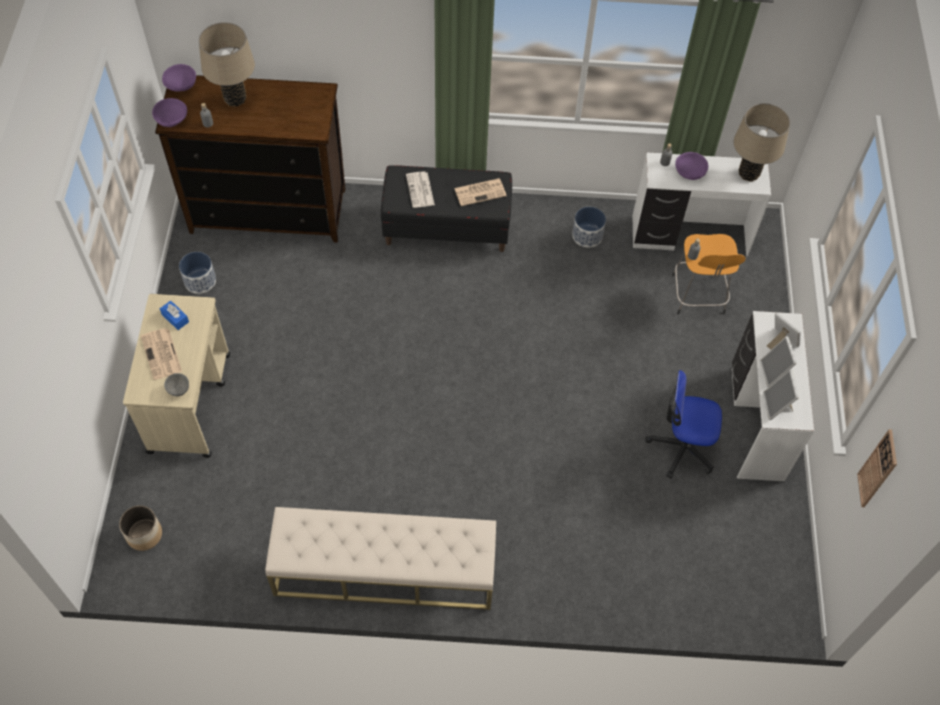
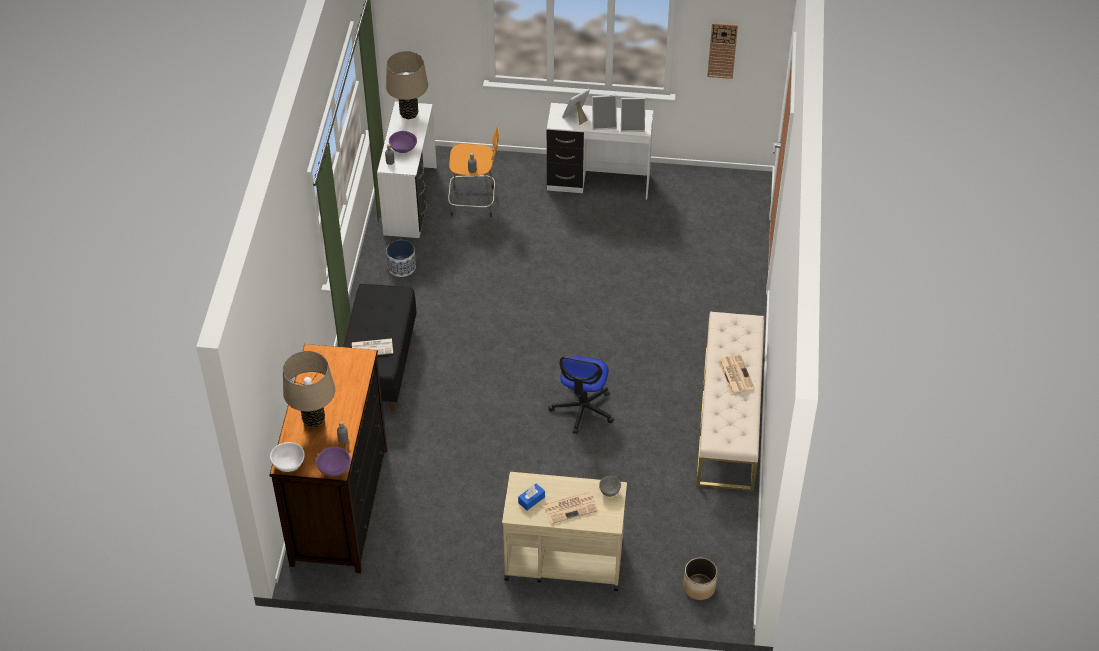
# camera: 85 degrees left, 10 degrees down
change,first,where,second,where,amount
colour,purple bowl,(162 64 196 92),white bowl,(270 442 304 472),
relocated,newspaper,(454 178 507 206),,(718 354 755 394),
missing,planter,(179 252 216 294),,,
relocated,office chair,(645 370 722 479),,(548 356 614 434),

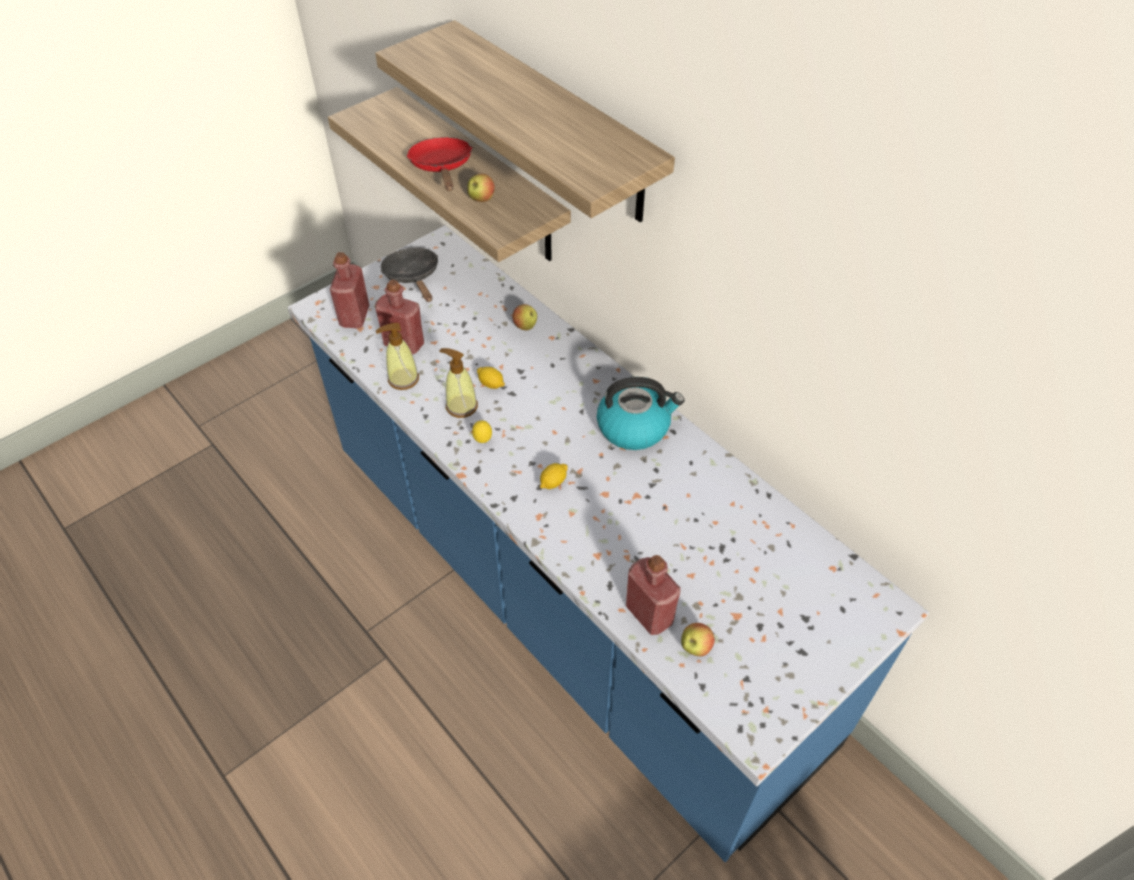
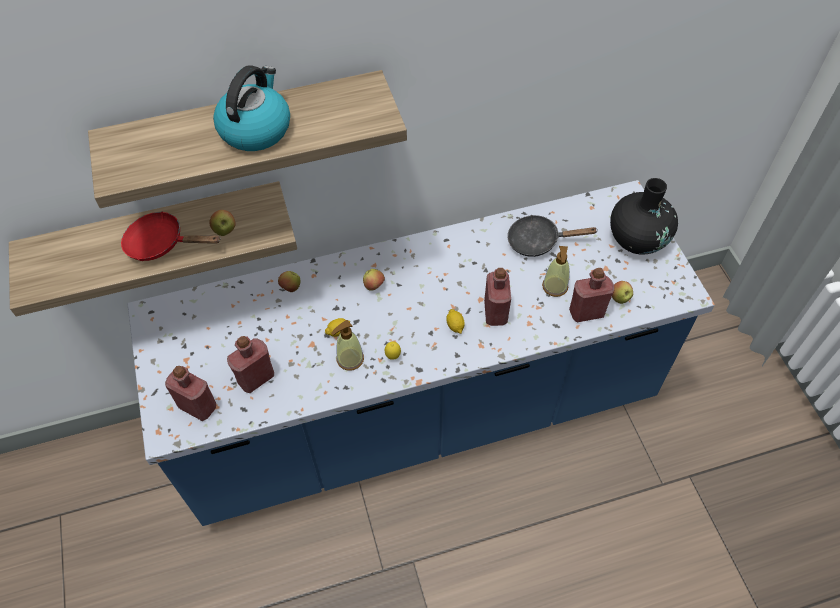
# camera: 65 degrees left, 5 degrees up
change,first,where,second,where,amount
relocated,black frying pan,(380 248 438 302),,(507 215 597 257),
relocated,soap dispenser,(376 323 419 390),,(542 246 570 297),
relocated,kettle,(597 377 684 450),,(213 65 290 151),
appeared,,,black vase,(610 178 678 254),
appeared,,,red bottle,(484 268 511 326),
appeared,,,apple,(363 269 385 291),

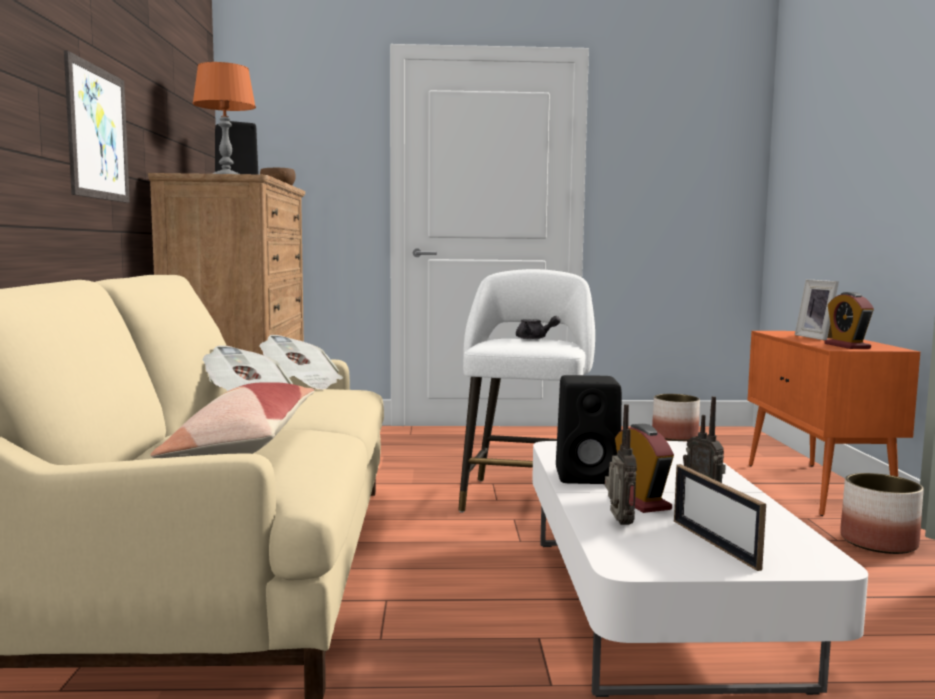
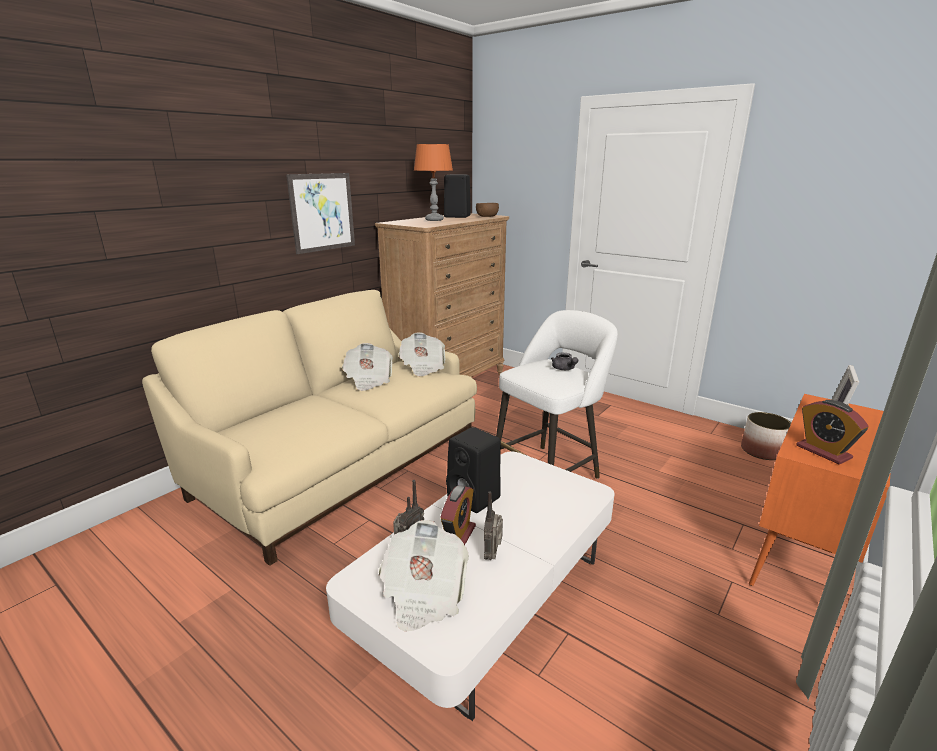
# camera: 40 degrees right, 15 degrees up
change,first,where,second,where,amount
spun,alarm clock,(824 292 874 349),,(796 400 869 464),60 degrees counterclockwise
missing,pillow,(150 382 315 458),,,
exchanged,picture frame,(674 464 766 571),newspaper,(379 520 469 632),
missing,planter,(840 473 924 554),,,

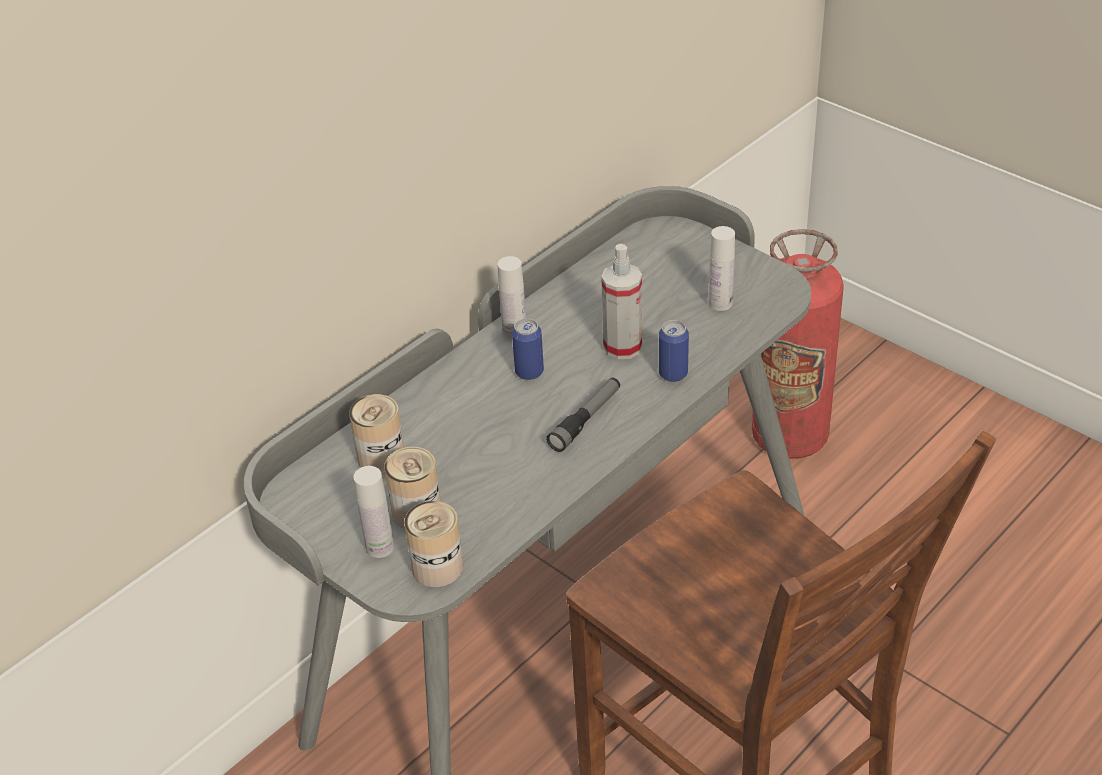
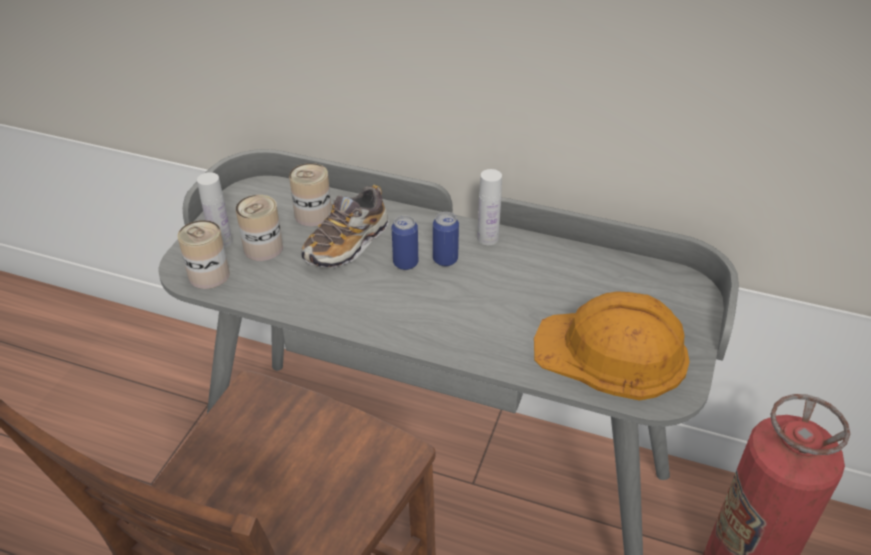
# camera: 65 degrees right, 0 degrees up
change,first,where,second,where,amount
exchanged,white bottle,(708 226 735 311),orange hard hat,(534 291 690 401),
missing,spray bottle,(601 244 642 359),,,
relocated,can,(659 320 689 382),,(392 215 418 270),
missing,flashlight,(546 378 620 452),,,
appeared,,,shoe,(301 185 389 267),

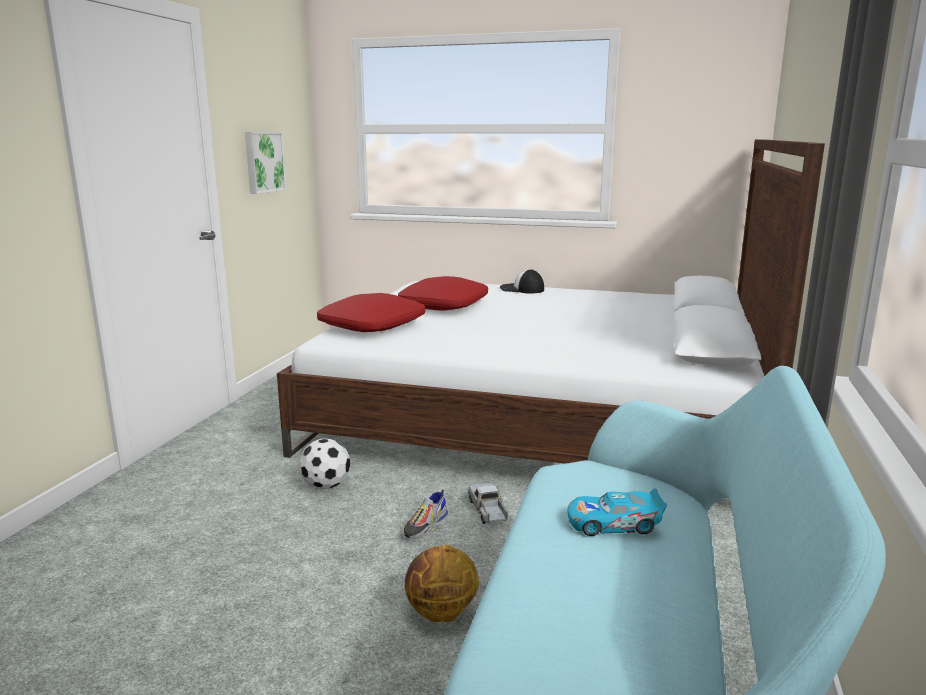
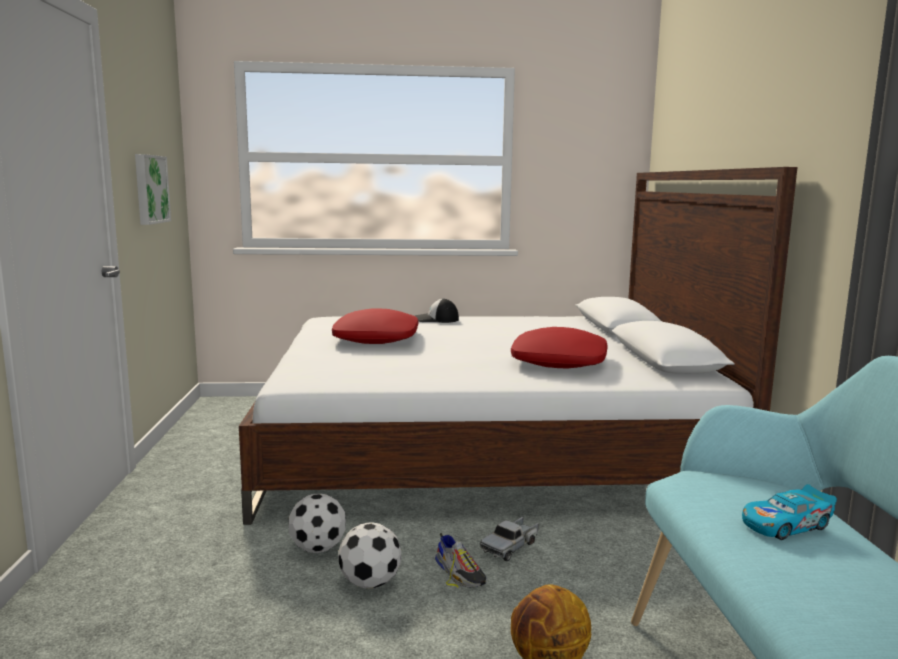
# camera: 20 degrees left, 5 degrees down
change,first,where,second,where,amount
relocated,red pillow,(317 293 425 332),,(511 327 608 369),
spun,toy truck,(468 483 508 524),,(480 517 539 561),105 degrees counterclockwise
spun,shoe,(403 490 448 539),,(435 533 487 588),45 degrees counterclockwise
appeared,,,football,(338 522 401 588),

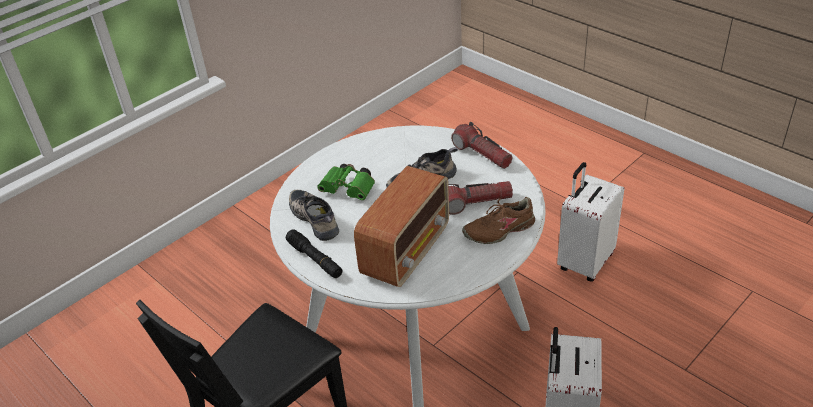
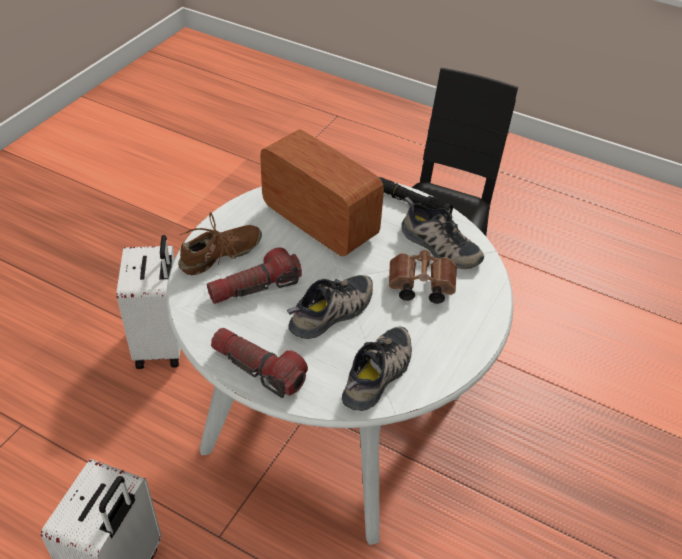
# camera: 160 degrees right, 5 degrees up
change,first,where,second,where,amount
colour,green binoculars,(317 164 375 200),brown binoculars,(389 249 457 304),
spun,radio,(354 166 449 287),,(260 130 384 256),120 degrees clockwise
appeared,,,shoe,(342 326 412 411),

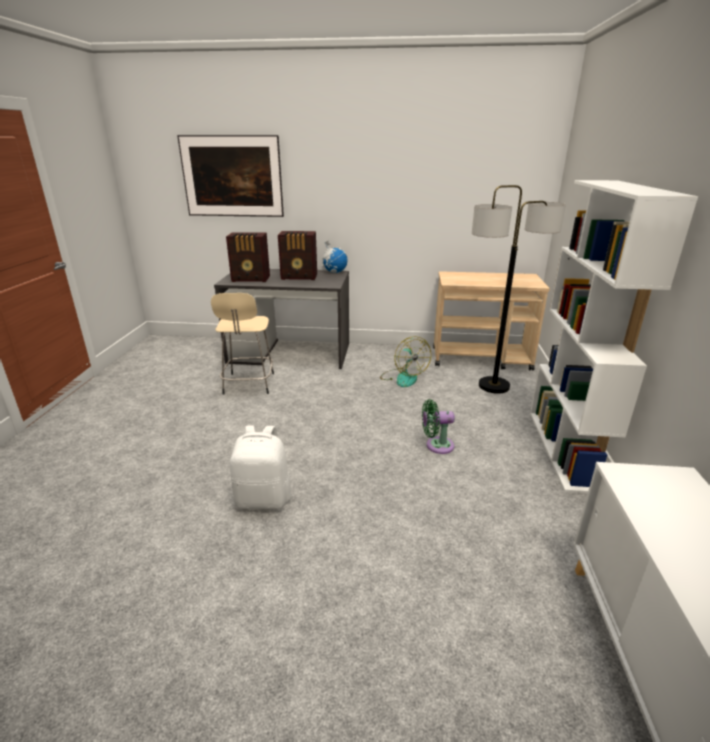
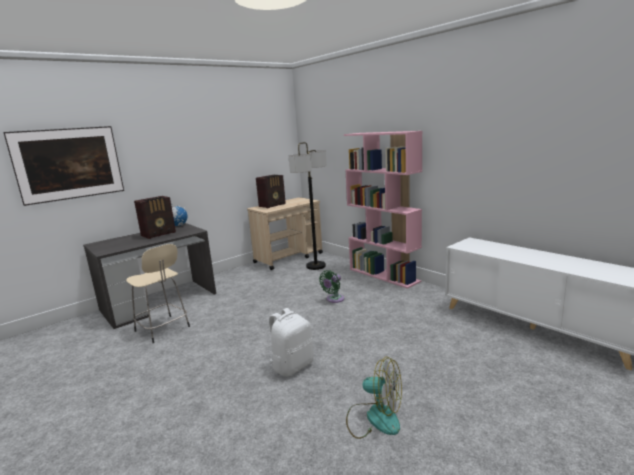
# camera: 45 degrees left, 10 degrees down
change,first,where,second,where,amount
colour,white bookcase,(530 180 698 493),pink bookcase,(344 131 422 289),
relocated,radio,(226 232 270 282),,(256 175 286 208),
relocated,fan,(380 336 431 387),,(346 357 402 439),

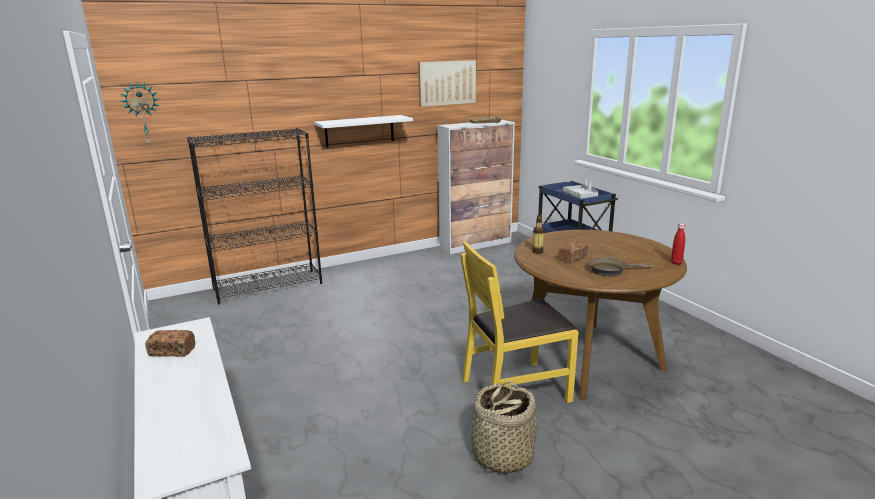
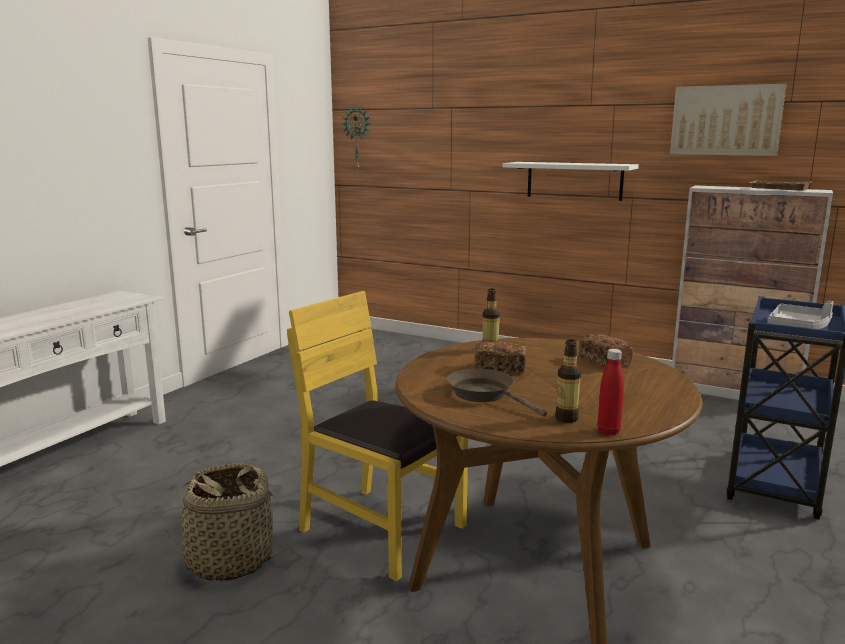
# camera: 55 degrees right, 5 degrees down
change,first,where,second,where,amount
missing,black bookcase,(187 128 322 305),,,
relocated,bread,(145 330 196 357),,(579 334 633 368),
appeared,,,bottle,(555 339 581 423),

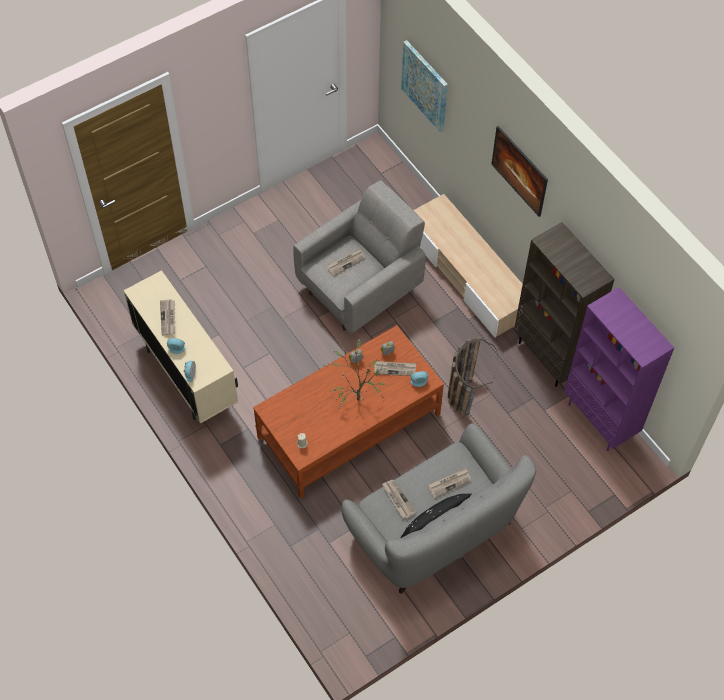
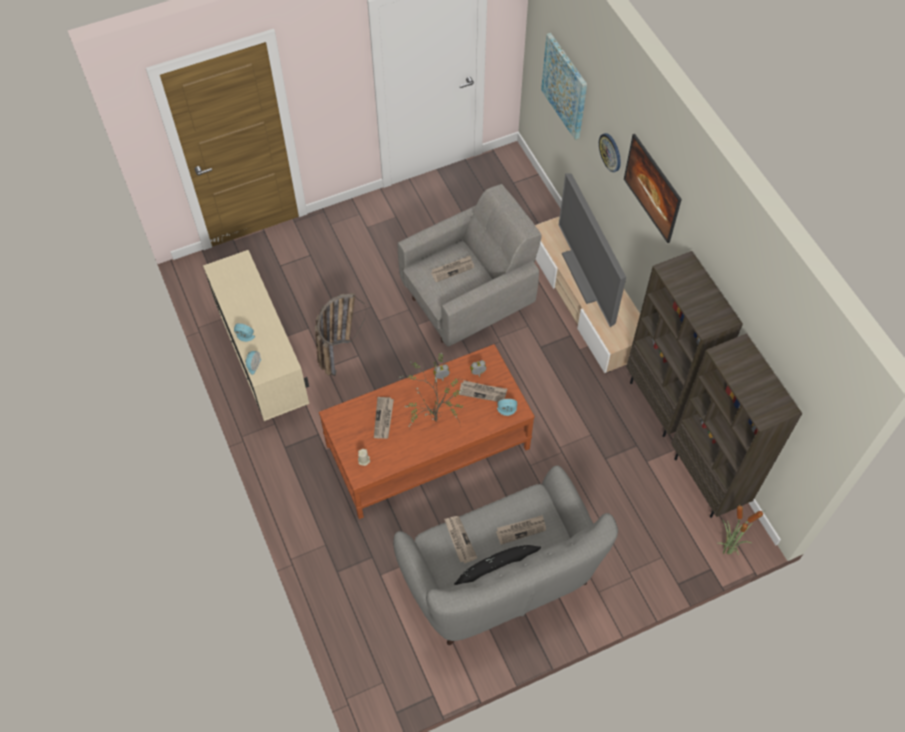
# camera: 10 degrees right, 0 degrees up
change,first,where,second,where,amount
colour,purple bookcase,(564 287 674 451),brown bookcase,(671 333 802 518),
relocated,newspaper,(160 299 175 335),,(374 397 394 439),
relocated,basket,(448 337 498 416),,(315 293 366 376),
appeared,,,wall clock,(599 133 621 172),
appeared,,,television,(559 173 626 327),
appeared,,,potted plant,(717 505 764 555),

